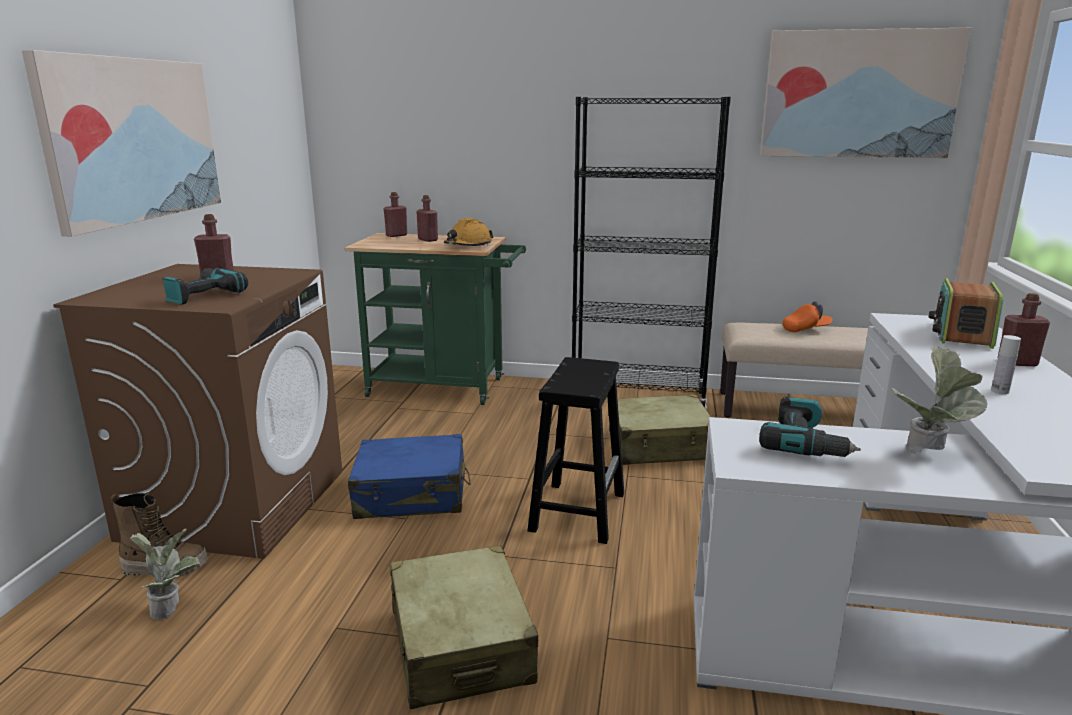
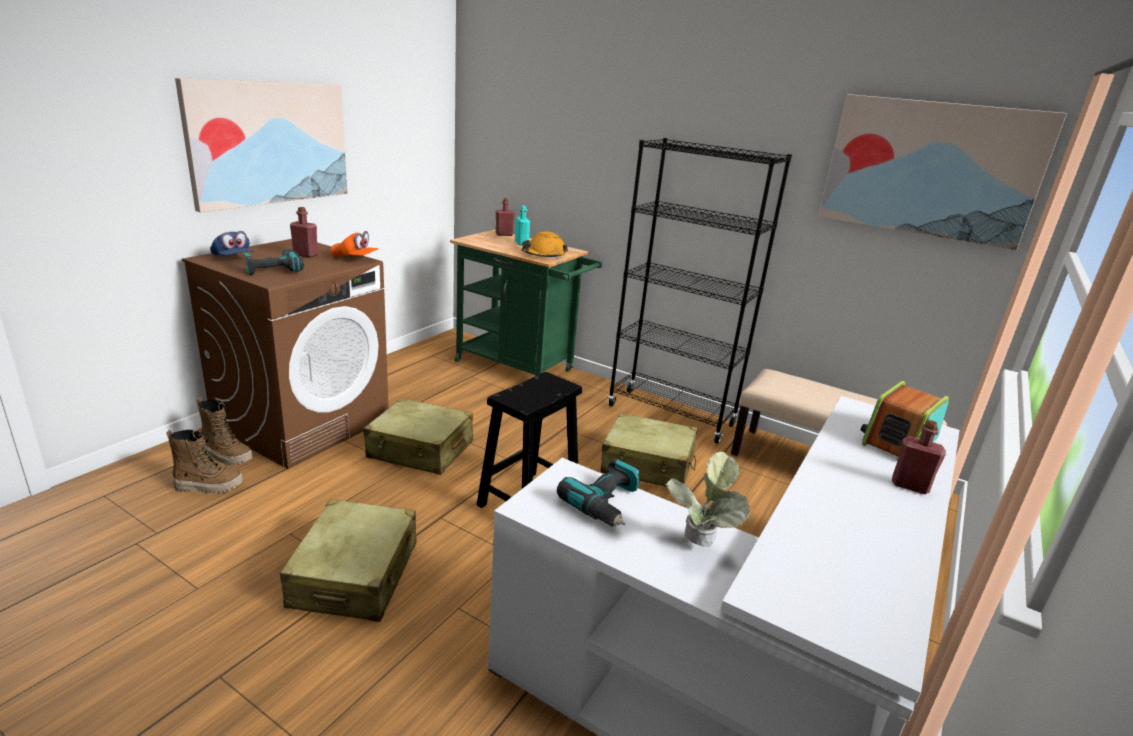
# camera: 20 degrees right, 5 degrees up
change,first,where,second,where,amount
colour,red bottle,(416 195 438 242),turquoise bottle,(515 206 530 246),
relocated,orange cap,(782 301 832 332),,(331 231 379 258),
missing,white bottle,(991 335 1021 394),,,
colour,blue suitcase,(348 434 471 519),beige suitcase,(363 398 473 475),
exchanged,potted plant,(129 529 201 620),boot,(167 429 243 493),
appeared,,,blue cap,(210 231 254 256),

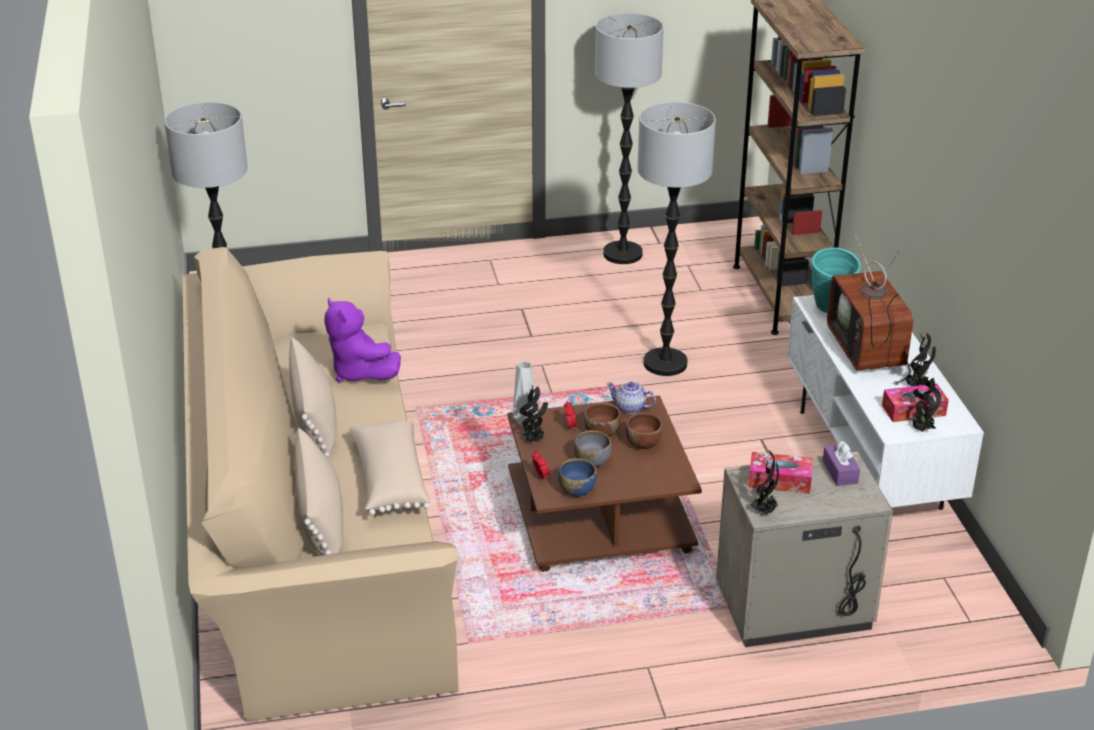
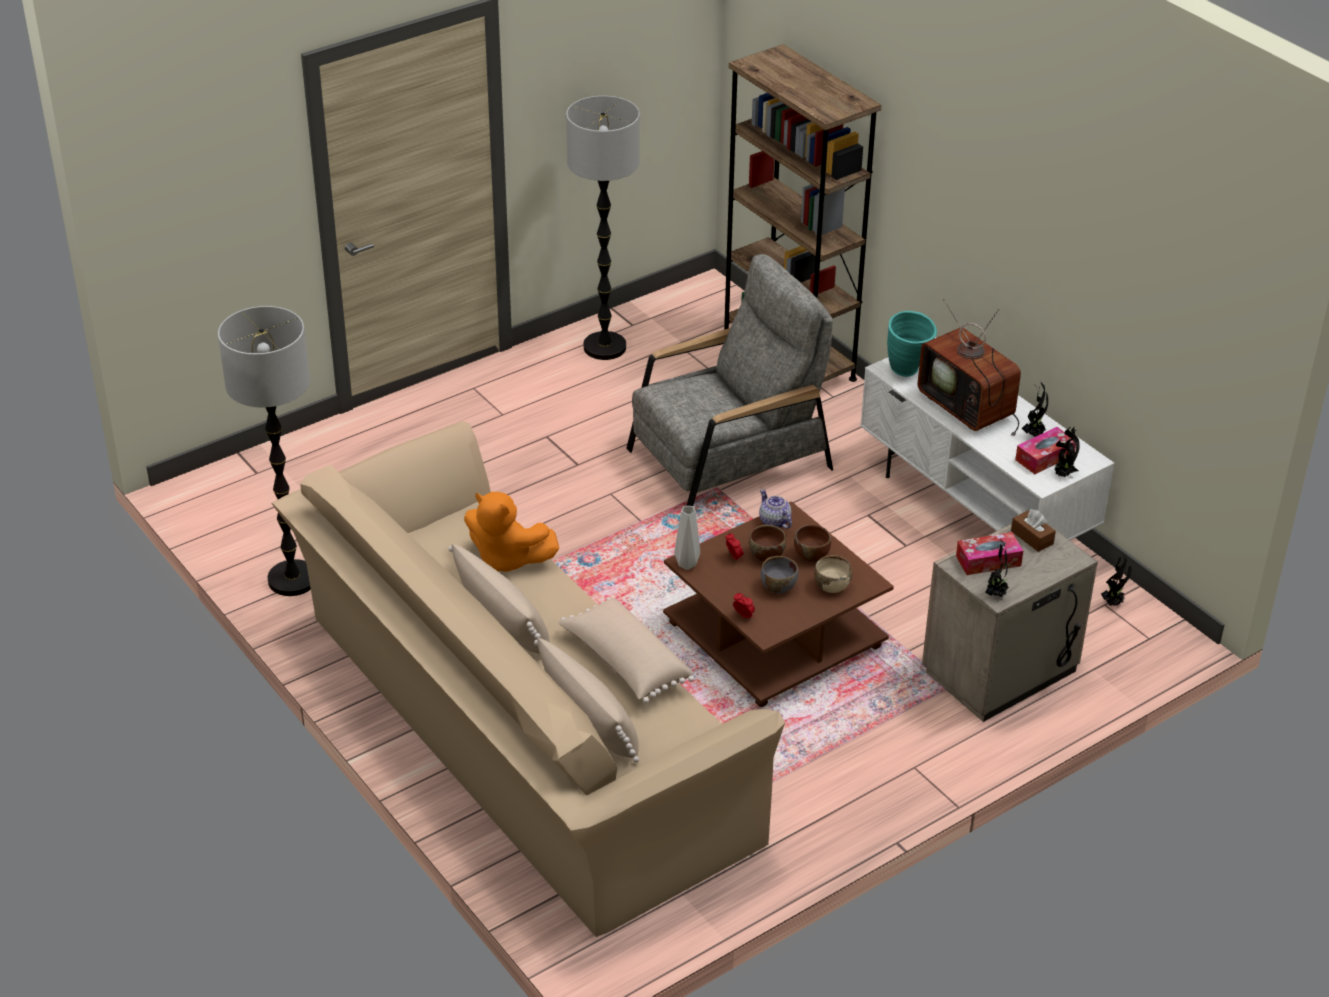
# camera: 25 degrees left, 5 degrees up
change,first,where,second,where,amount
exchanged,floor lamp,(638 102 716 376),grey armchair,(626 254 833 506),
colour,purple plush toy,(324 298 401 383),orange plush toy,(464 492 559 572),
spun,teapot,(606 382 656 414),,(759 489 792 529),60 degrees clockwise
relocated,potted plant,(519 385 548 442),,(1101 553 1132 606),
colour,purple tissue box,(823 441 860 486),brown tissue box,(1011 509 1056 552),
missing,blue bowl,(558 458 597 497),,,
appeared,,,beige bowl,(814 555 852 593),

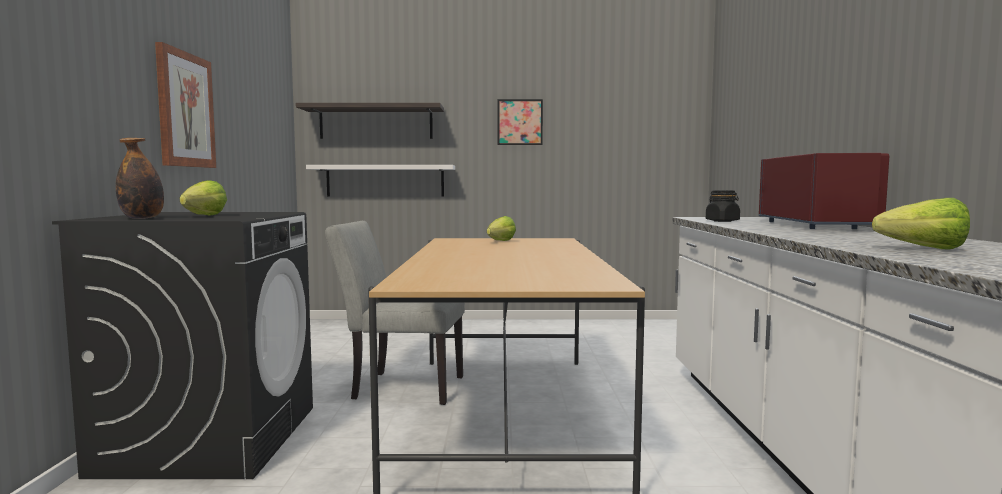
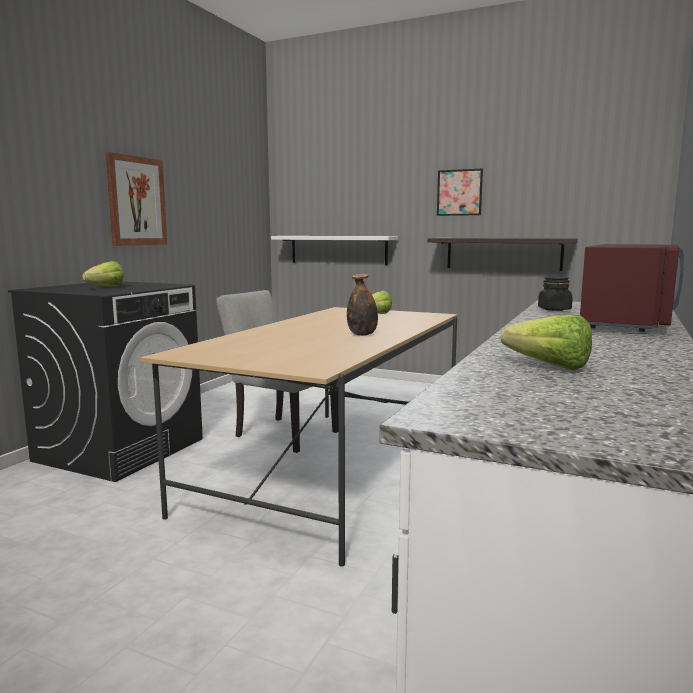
# camera: 25 degrees right, 5 degrees up
change,first,where,second,where,amount
relocated,shelf,(296 103 444 139),,(428 238 578 271),
relocated,bottle,(116 138 164 219),,(347 274 378 336),

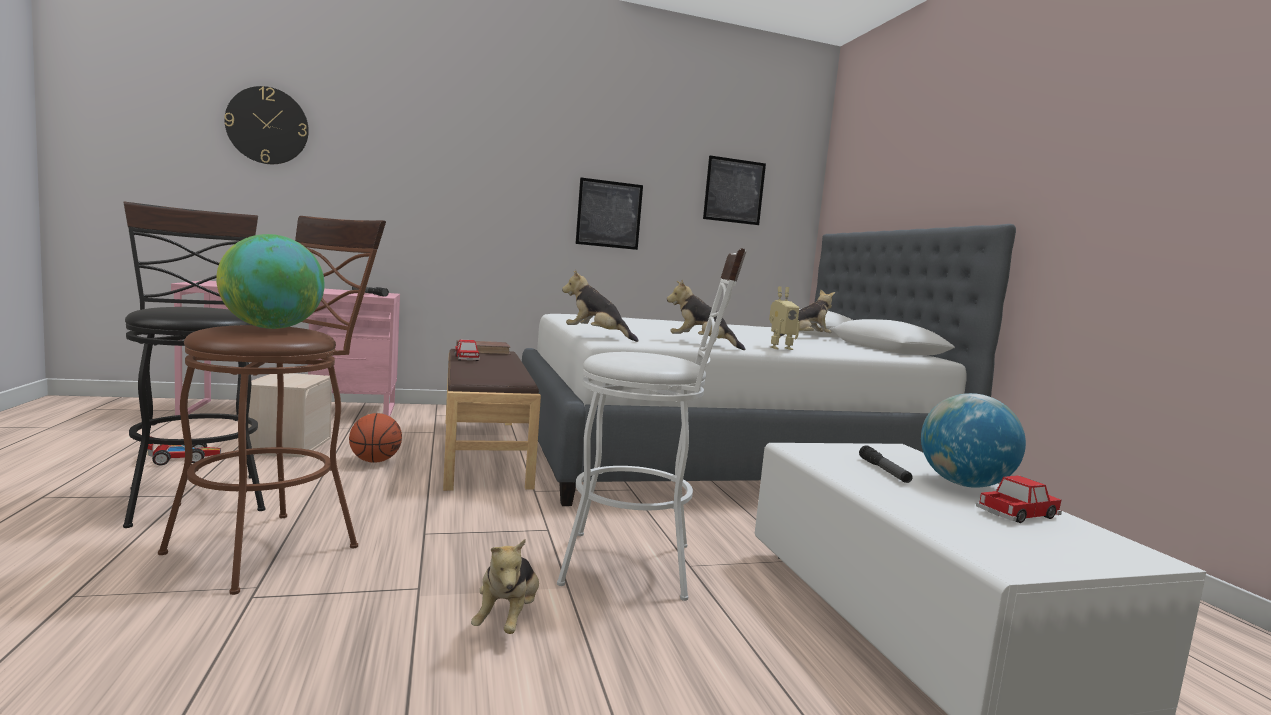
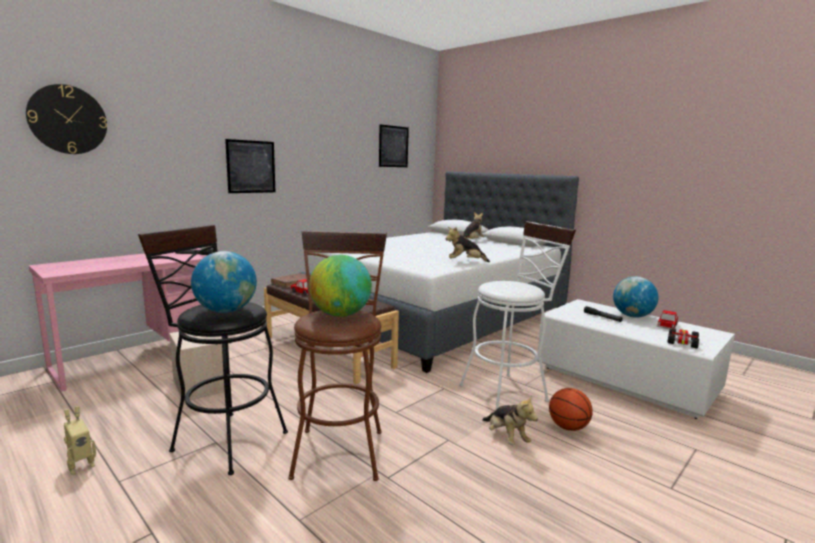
# camera: 30 degrees left, 5 degrees up
change,first,where,second,where,amount
relocated,picture,(575 178 643 250),,(225 139 275 193),
missing,plush toy,(562 270 639 342),,,
relocated,toy robot,(769 286 800 350),,(64 406 96 475),
relocated,basketball,(349 413 402 463),,(549 388 593 431),
relocated,toy car,(148 436 221 466),,(667 328 699 348),
appeared,,,globe,(191 251 257 313),

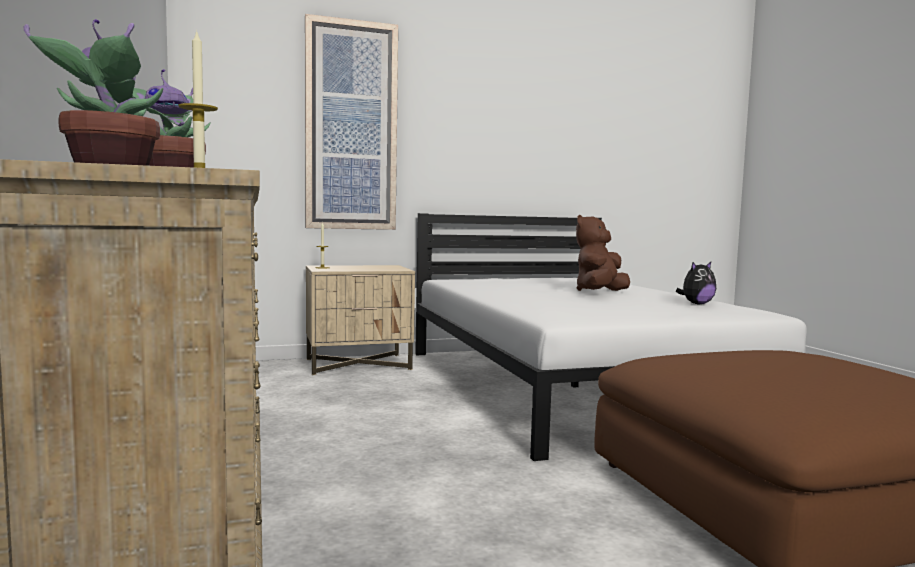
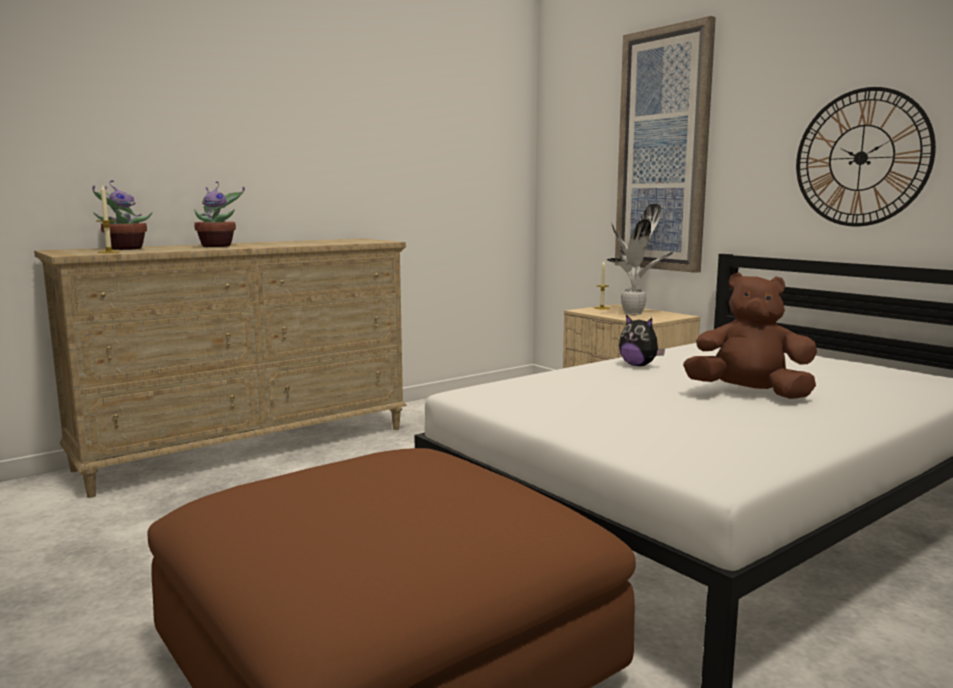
# camera: 70 degrees right, 5 degrees up
change,first,where,second,where,amount
relocated,plush toy,(676 262 716 305),,(619 315 665 366),
appeared,,,wall clock,(796 87 936 226),
appeared,,,potted plant,(607 204 673 315),

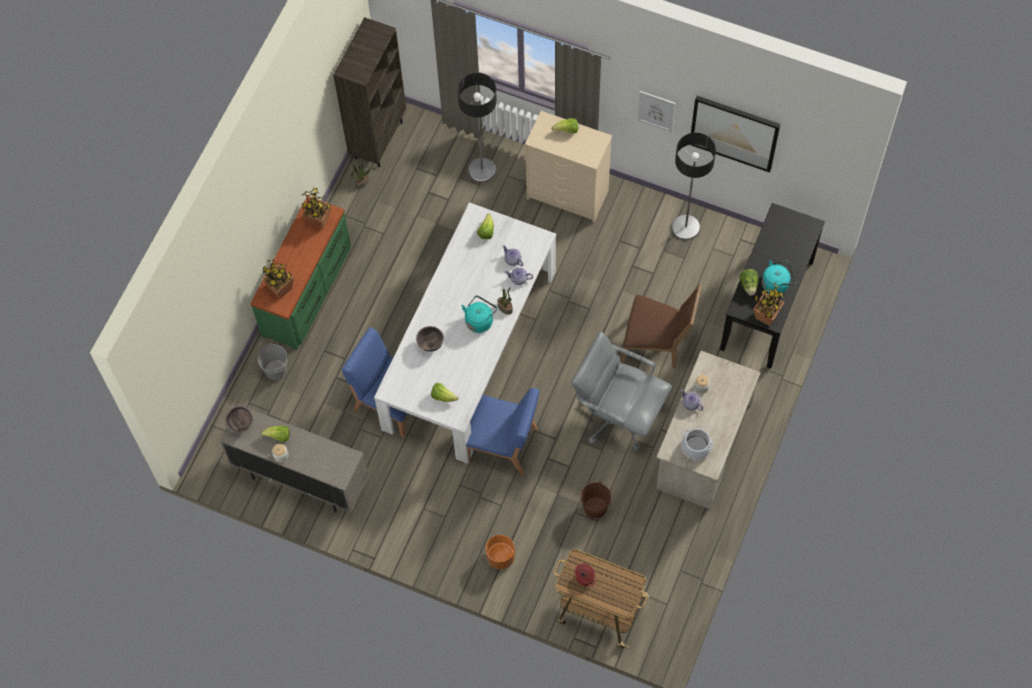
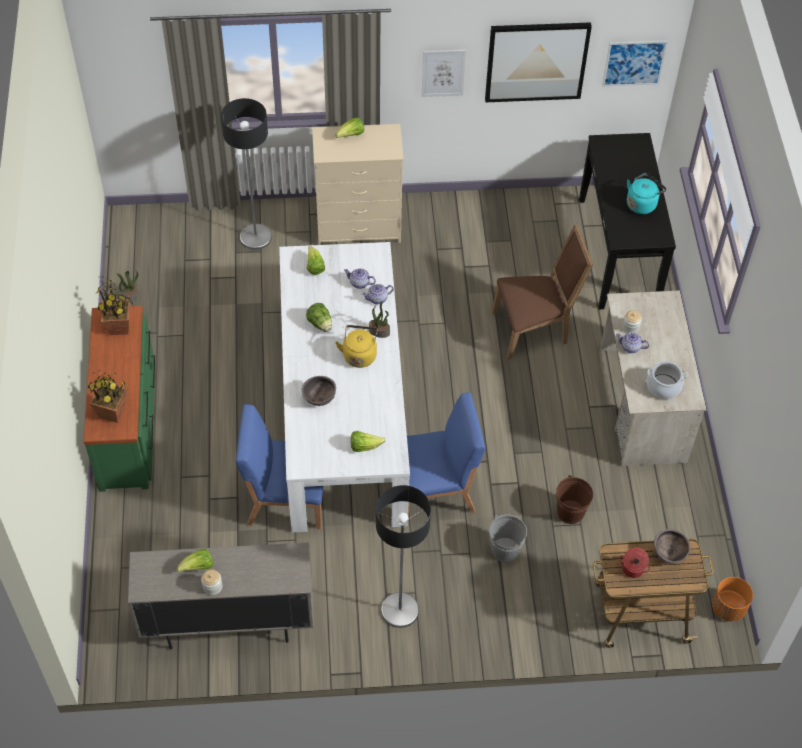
# camera: 30 degrees left, 10 degrees down
change,first,where,second,where,amount
missing,brown bookcase,(333 17 406 167),,,
relocated,floor lamp,(672 133 716 240),,(376 485 431 628),
relocated,lettuce,(739 269 759 296),,(306 303 332 332),
missing,potted plant,(753 283 785 326),,,
colour,turquoise kettle,(462 296 497 333),yellow kettle,(335 325 378 368),
missing,grey office chair,(571 332 672 451),,,
relocated,grey bucket,(257 342 287 380),,(489 515 527 562),
relocated,brown bowl,(225 405 253 433),,(654 529 690 564),
relocated,orange planter,(486 535 515 569),,(712 577 753 622),
appeared,,,picture,(602 40 668 87),

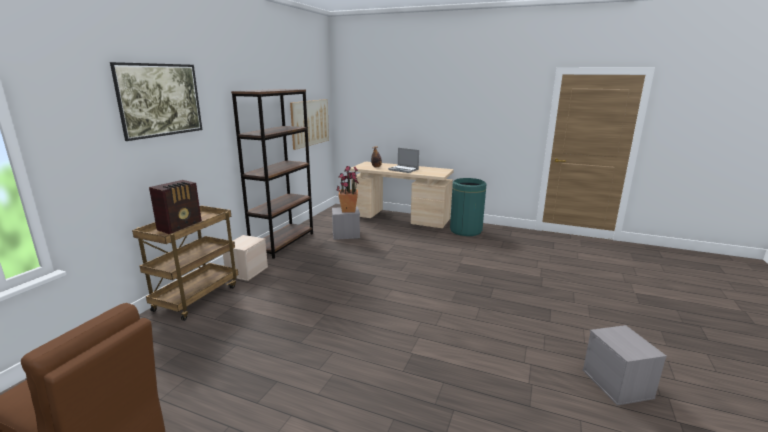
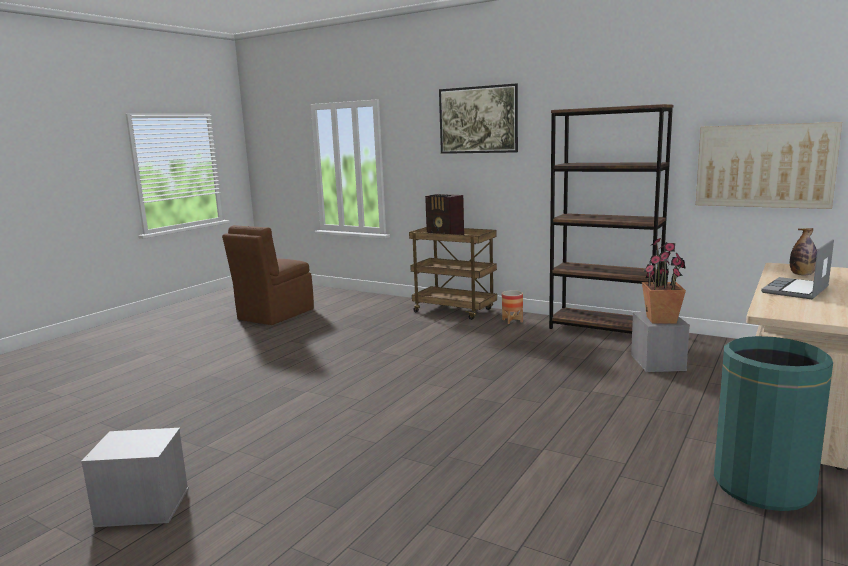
# camera: 100 degrees right, 5 degrees down
change,first,where,second,where,amount
exchanged,beige storage box,(223 235 268 281),planter,(502 290 523 324),

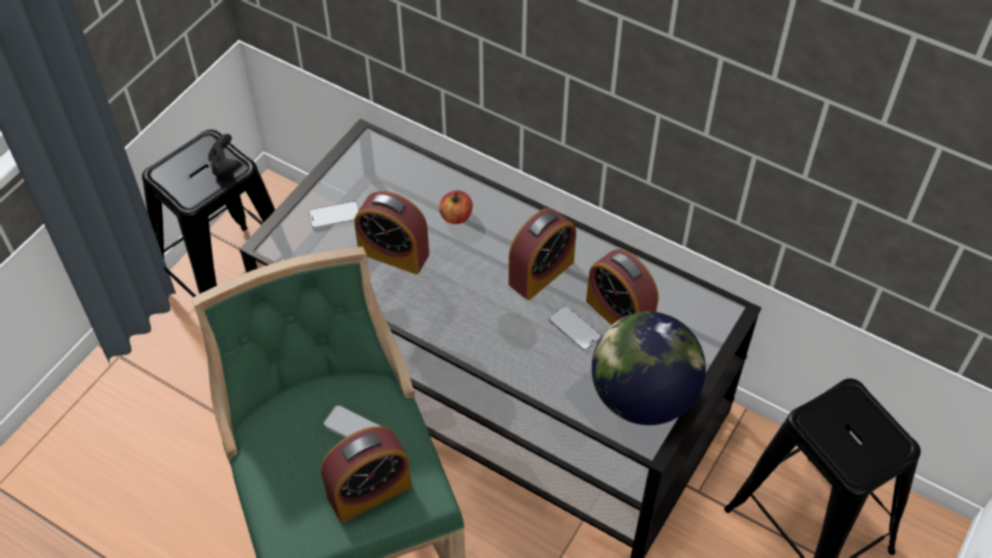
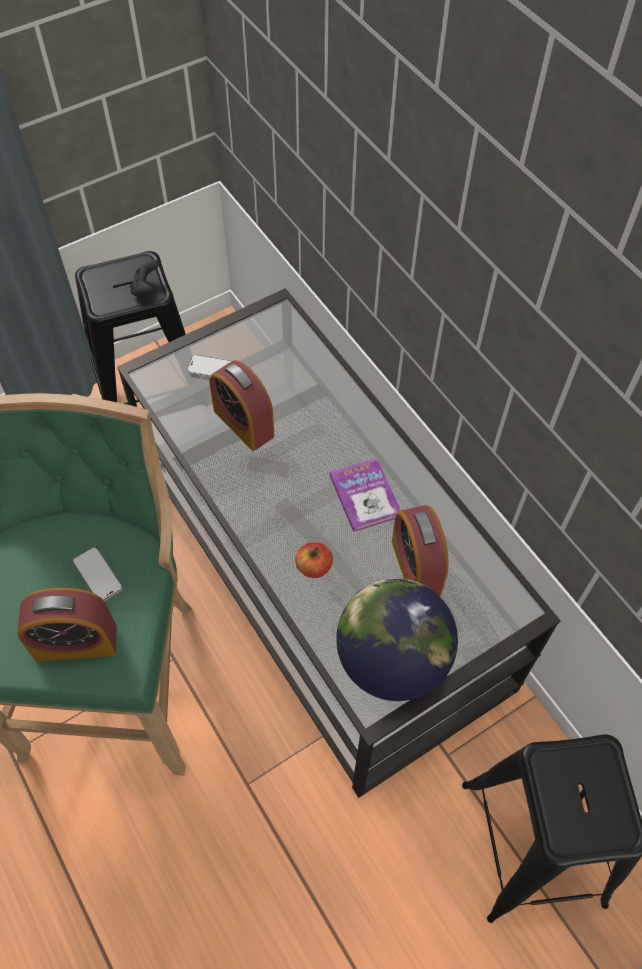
# camera: 25 degrees right, 5 degrees up
change,first,where,second,where,amount
relocated,apple,(439 190 473 224),,(295 542 333 578),
exchanged,alarm clock,(508 208 576 300),book,(330 458 401 532),
missing,phone,(549 306 601 351),,,

